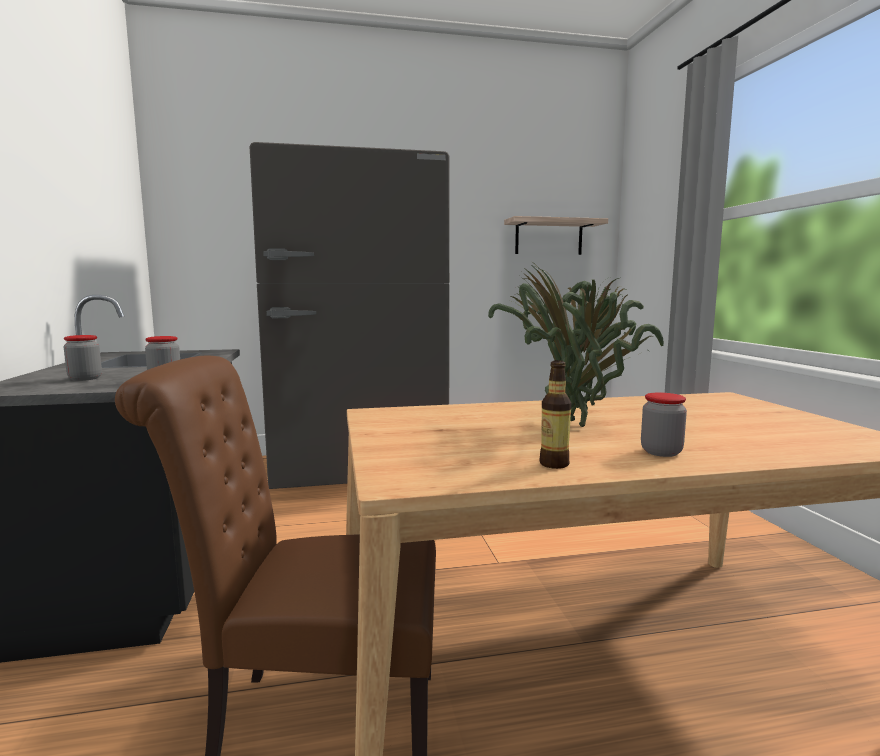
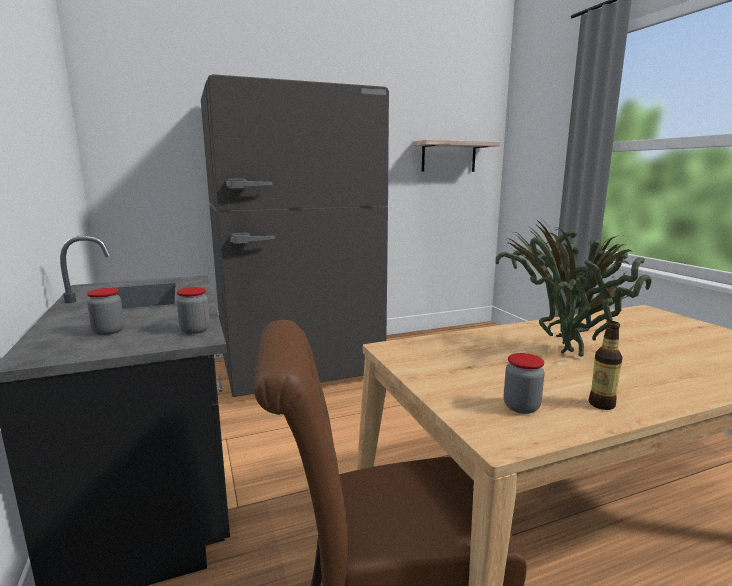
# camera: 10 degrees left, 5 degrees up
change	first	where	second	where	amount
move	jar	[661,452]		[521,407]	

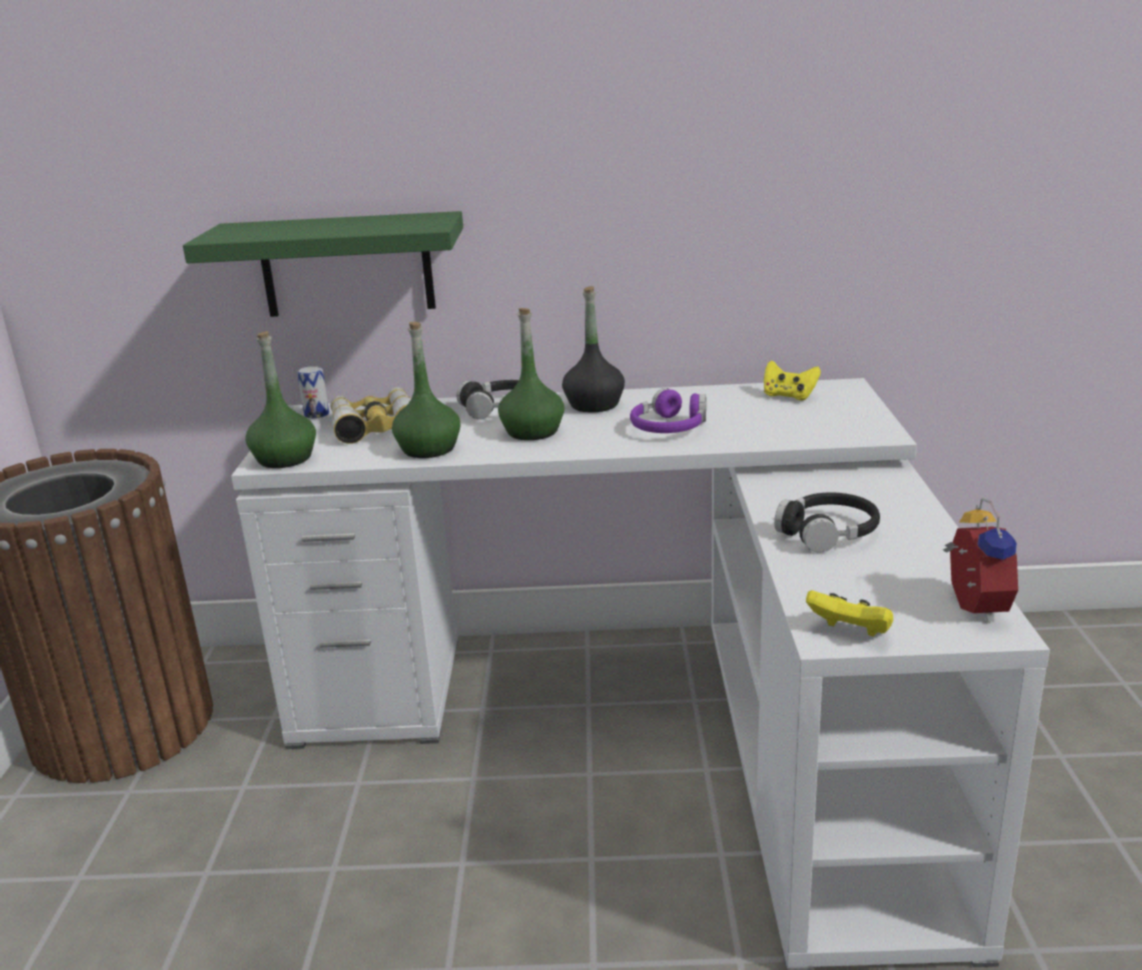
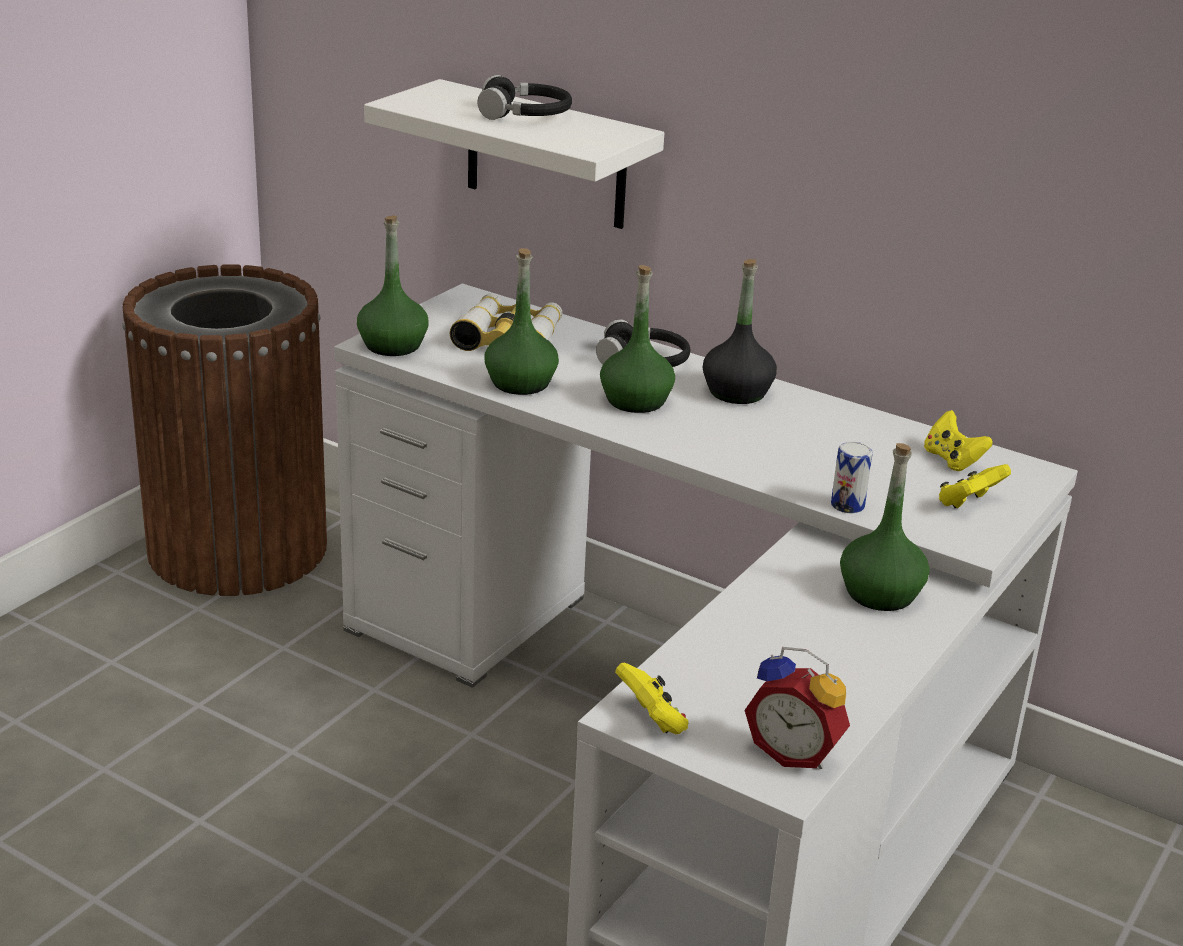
# camera: 30 degrees right, 5 degrees up
change	first	where	second	where	amount
recolor	shelf (green)	[346,265]	shelf (white)	[546,156]	
move	headphones (black)	[828,532]		[525,115]	
rotate	alarm clock	[971,608]		[795,752]	90 degrees clockwise
move	can	[316,414]		[847,505]	
insert			bottle (green)	[880,593]	
insert			game controller (yellow)	[968,503]	
delete	headphones (purple)	[669,427]			

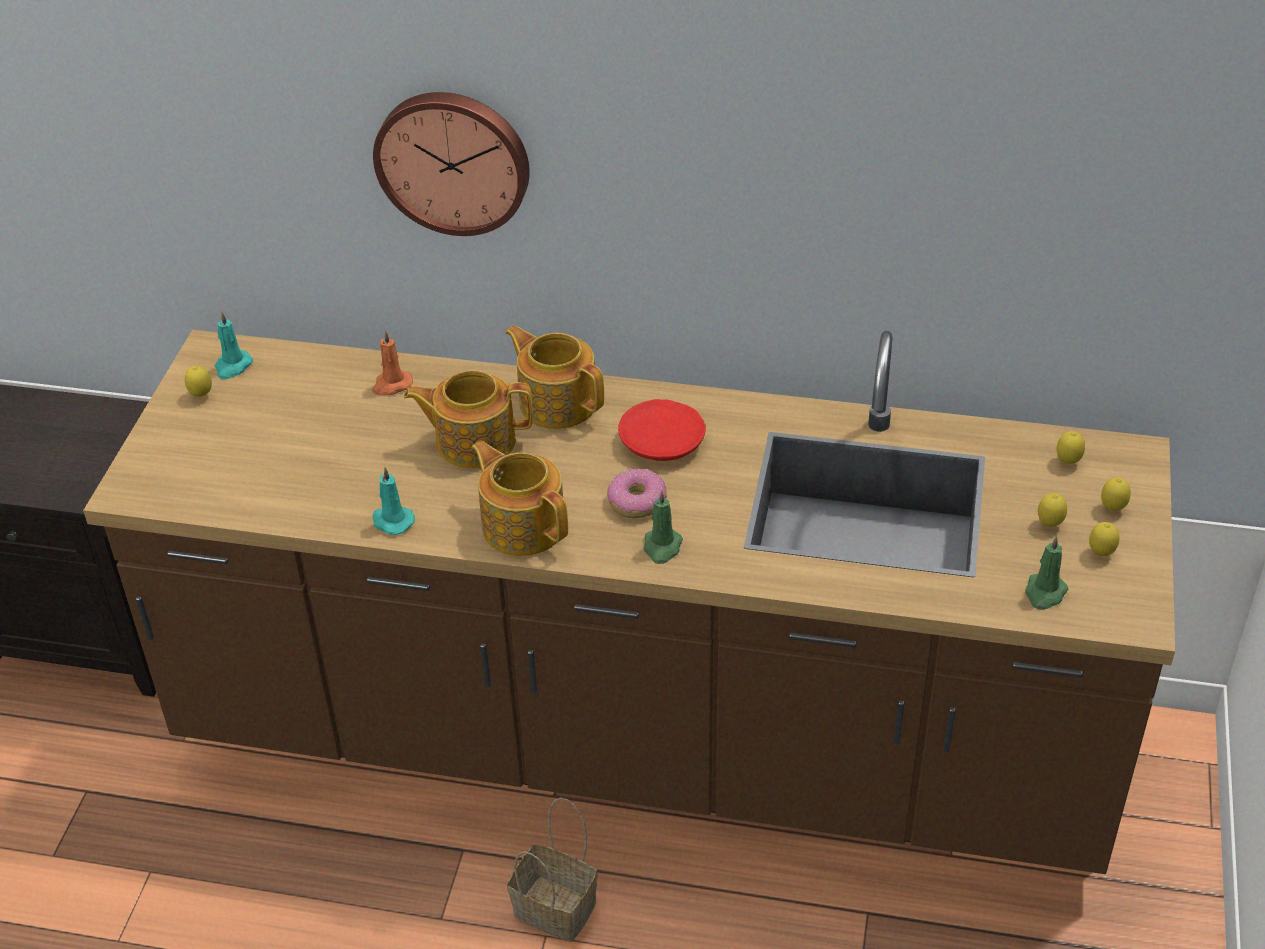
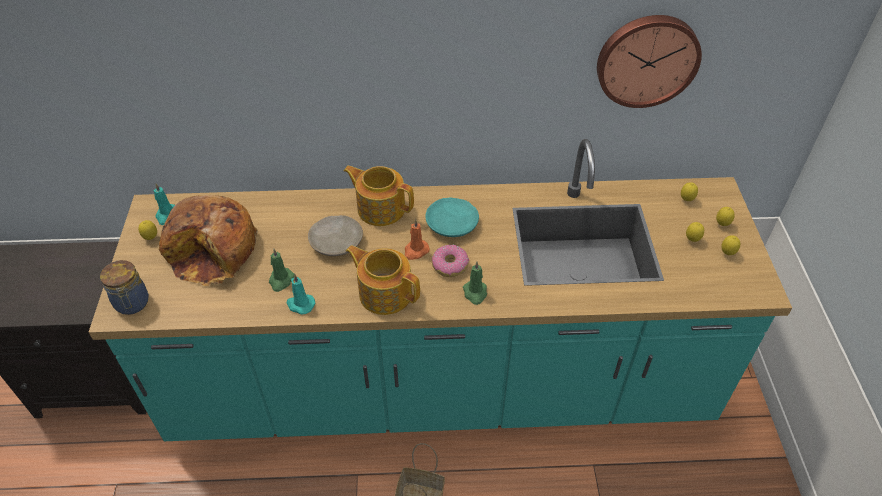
# camera: 15 degrees left, 5 degrees up
change	first	where	second	where	amount
recolor	counter (brown)	[641,743]	counter (turquoise)	[441,388]	
insert			jar	[132,304]	
insert			bread	[213,250]	
move	candle (green)	[1044,593]		[281,280]	
replace	teapot	[474,441]	plate (beige)	[336,241]	
move	candle (orange)	[391,385]		[415,251]	
recolor	plate (red)	[663,441]	plate (turquoise)	[452,224]	
move	wall clock	[453,160]		[647,59]	

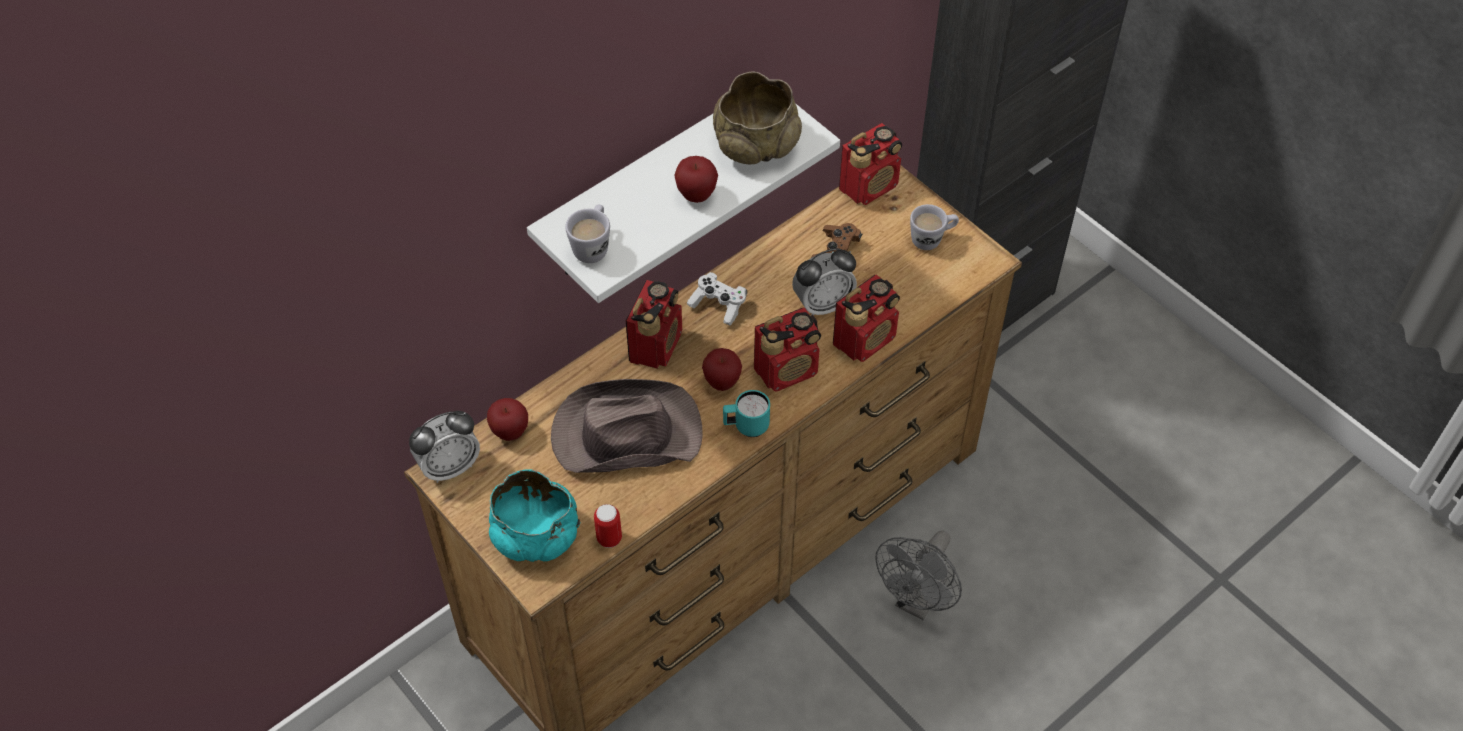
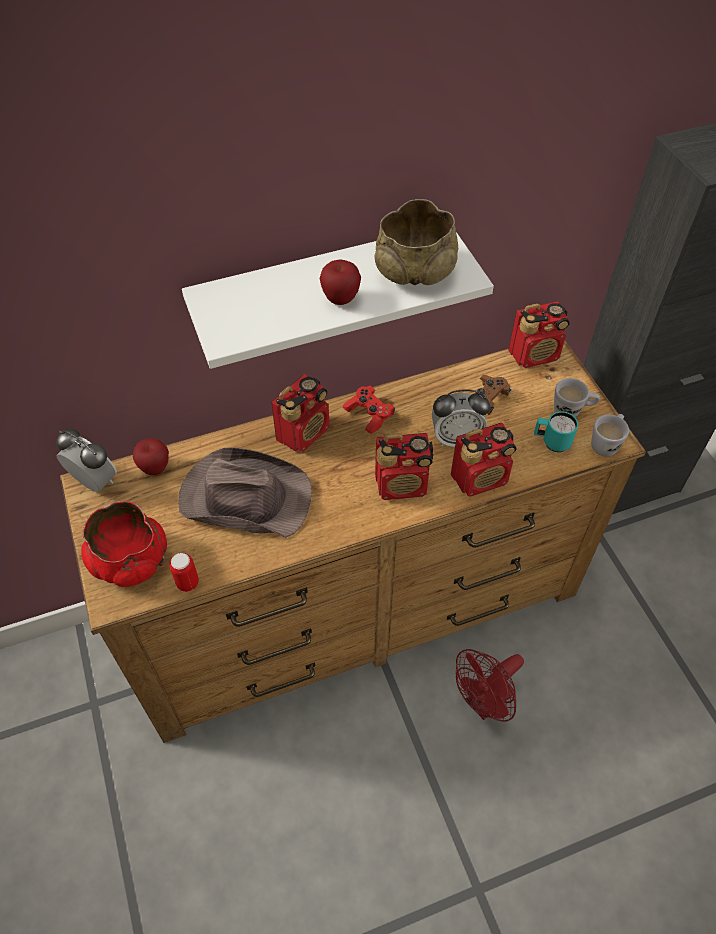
# camera: 20 degrees right, 0 degrees up
change	first	where	second	where	amount
rotate	alarm clock	[449,467]		[94,482]	135 degrees counterclockwise
recolor	bowl (turquoise)	[535,534]	bowl (red)	[130,560]	
recolor	game controller (white)	[718,305]	game controller (red)	[369,415]	
recolor	fan (grey)	[917,601]	fan (red)	[485,703]	
move	mug (turquoise)	[746,427]		[551,442]	
move	mug (white)	[593,246]		[606,443]	
delete	apple	[722,382]			

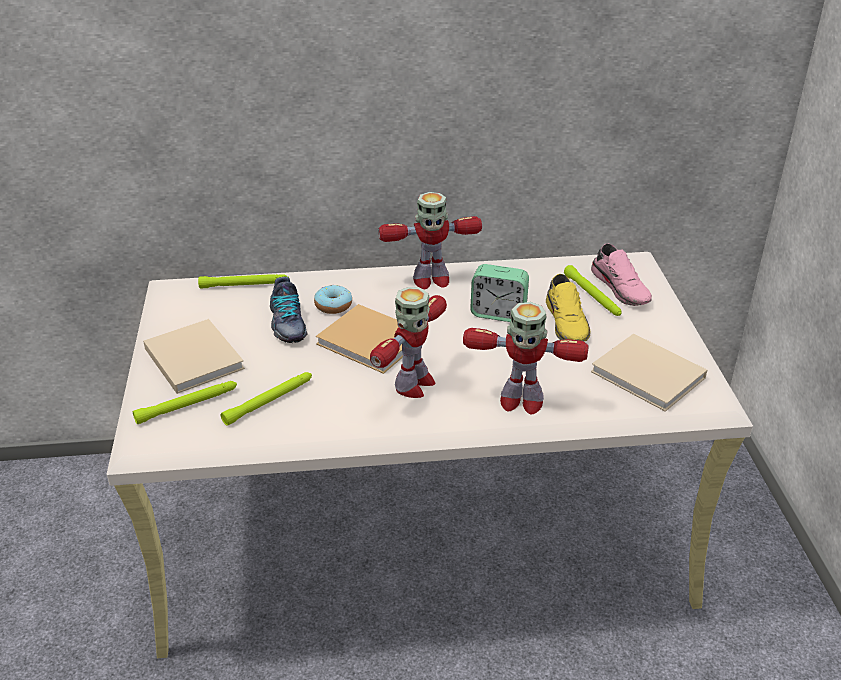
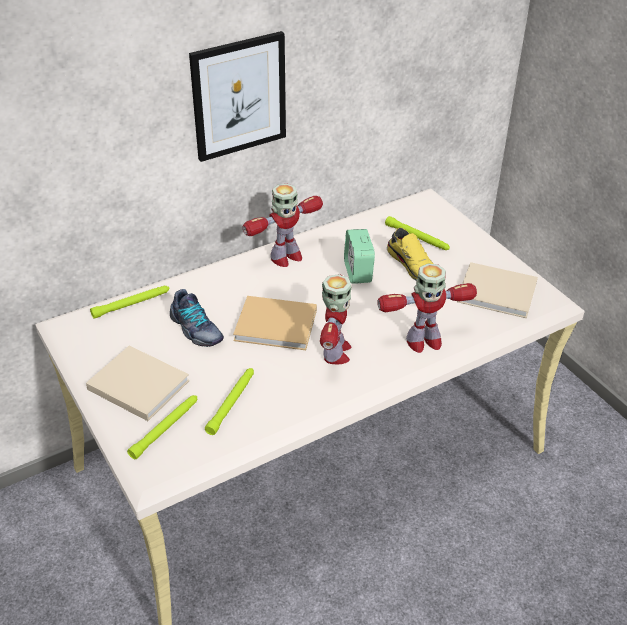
# camera: 25 degrees left, 5 degrees up
change	first	where	second	where	amount
insert			picture	[239,96]	
rotate	alarm clock	[498,313]		[358,272]	90 degrees clockwise
delete	donut	[333,305]			
delete	shoe (pink)	[621,288]			

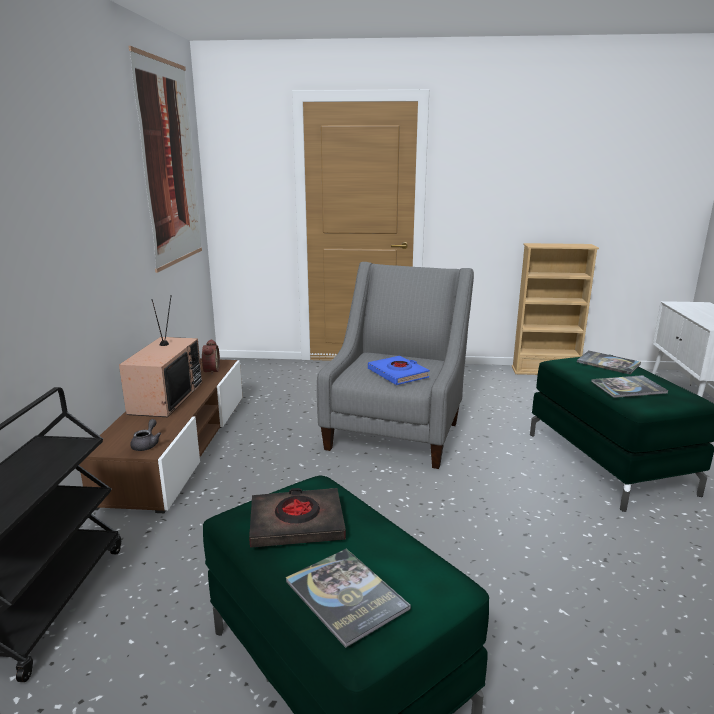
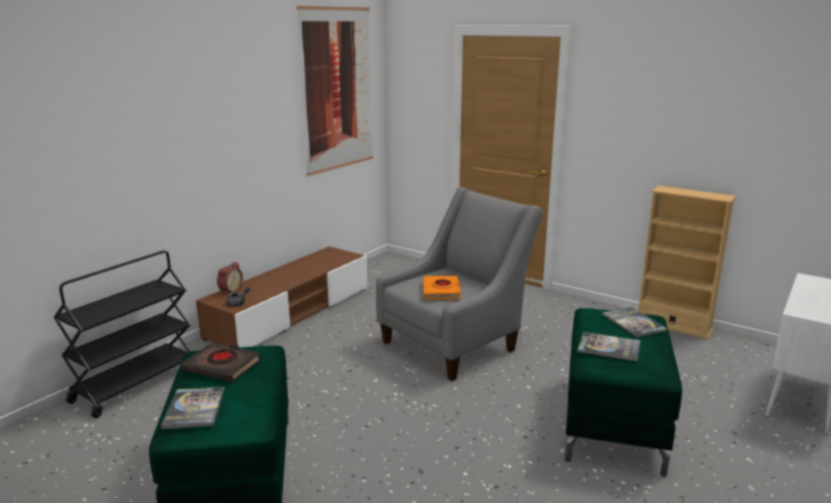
# camera: 30 degrees right, 0 degrees up
change	first	where	second	where	amount
move	alarm clock	[210,371]		[229,290]	
recolor	book (blue)	[398,374]	book (orange)	[441,291]	
delete	television	[165,397]			

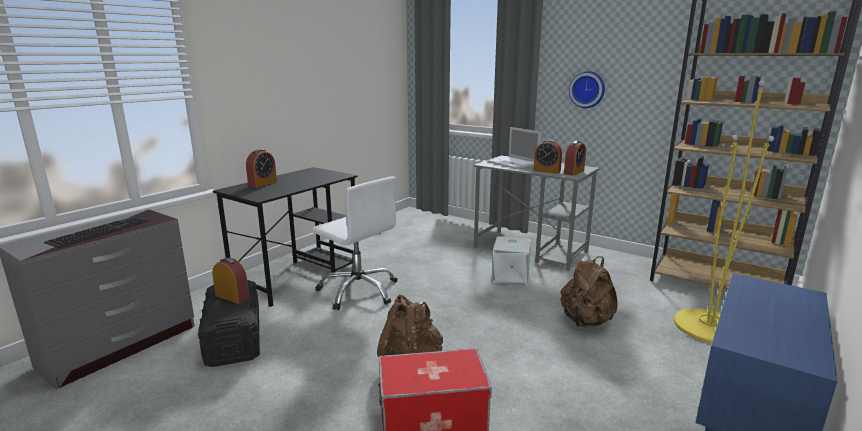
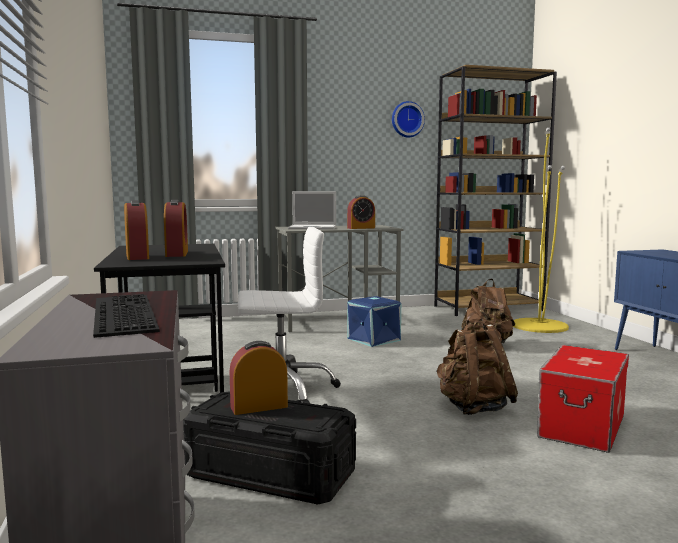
# camera: 50 degrees left, 10 degrees down
change	first	where	second	where	amount
move	alarm clock	[574,172]		[177,254]	
recolor	storage box (white)	[511,277]	storage box (blue)	[374,339]	
move	wall clock	[587,89]		[407,119]	

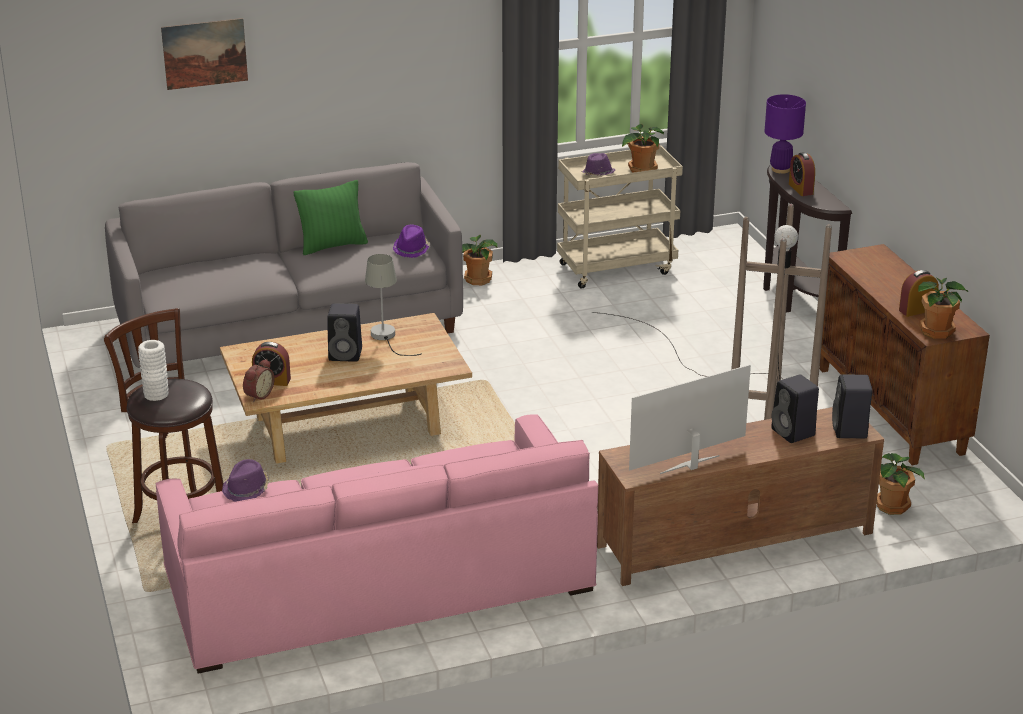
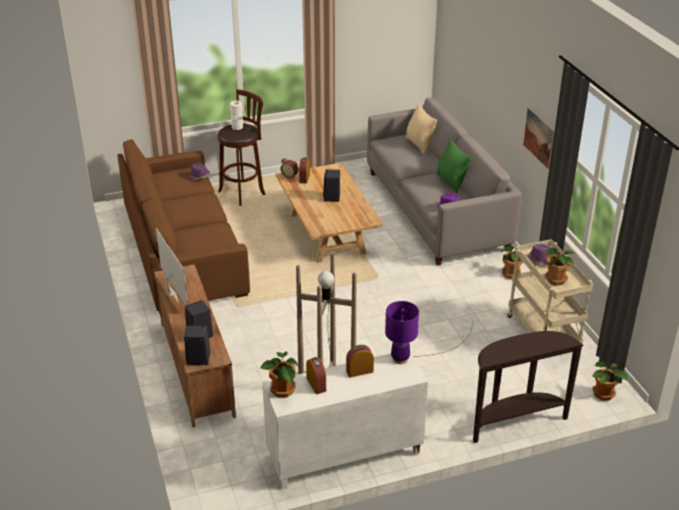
# camera: 90 degrees right, 5 degrees up
change	first	where	second	where	amount
recolor	sofa (pink)	[377,580]	sofa (brown)	[183,247]	
recolor	cabinet (brown)	[891,411]	cabinet (white)	[344,456]	
move	alarm clock	[801,189]		[359,371]	
move	table lamp (purple)	[780,169]		[400,359]	
insert			pillow (beige)	[419,144]	
move	picture	[204,53]		[538,138]	
move	potted plant	[893,505]		[604,394]	
delete	table lamp (grey)	[386,337]			

